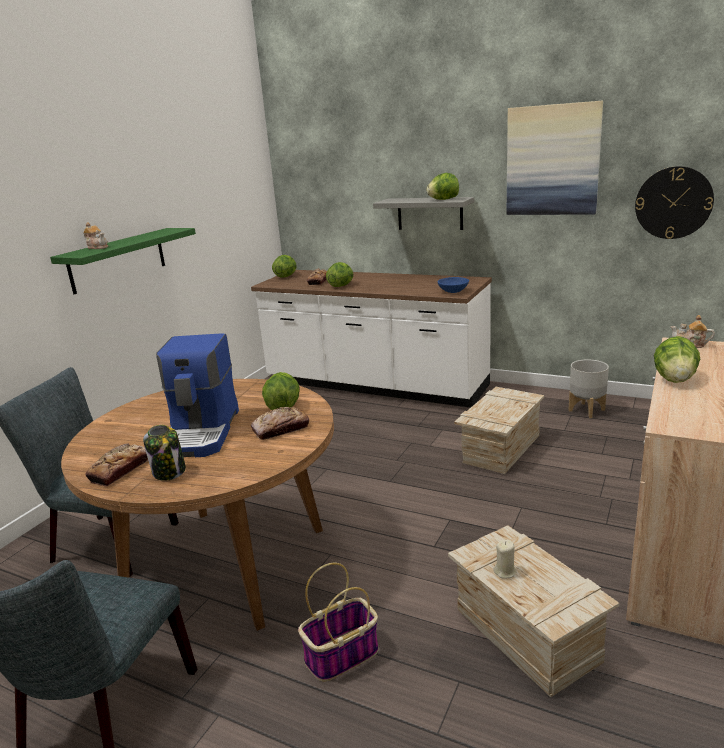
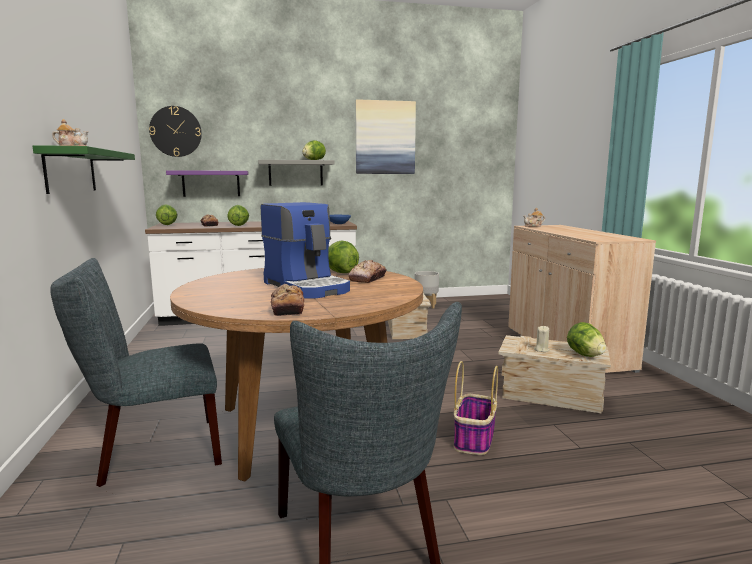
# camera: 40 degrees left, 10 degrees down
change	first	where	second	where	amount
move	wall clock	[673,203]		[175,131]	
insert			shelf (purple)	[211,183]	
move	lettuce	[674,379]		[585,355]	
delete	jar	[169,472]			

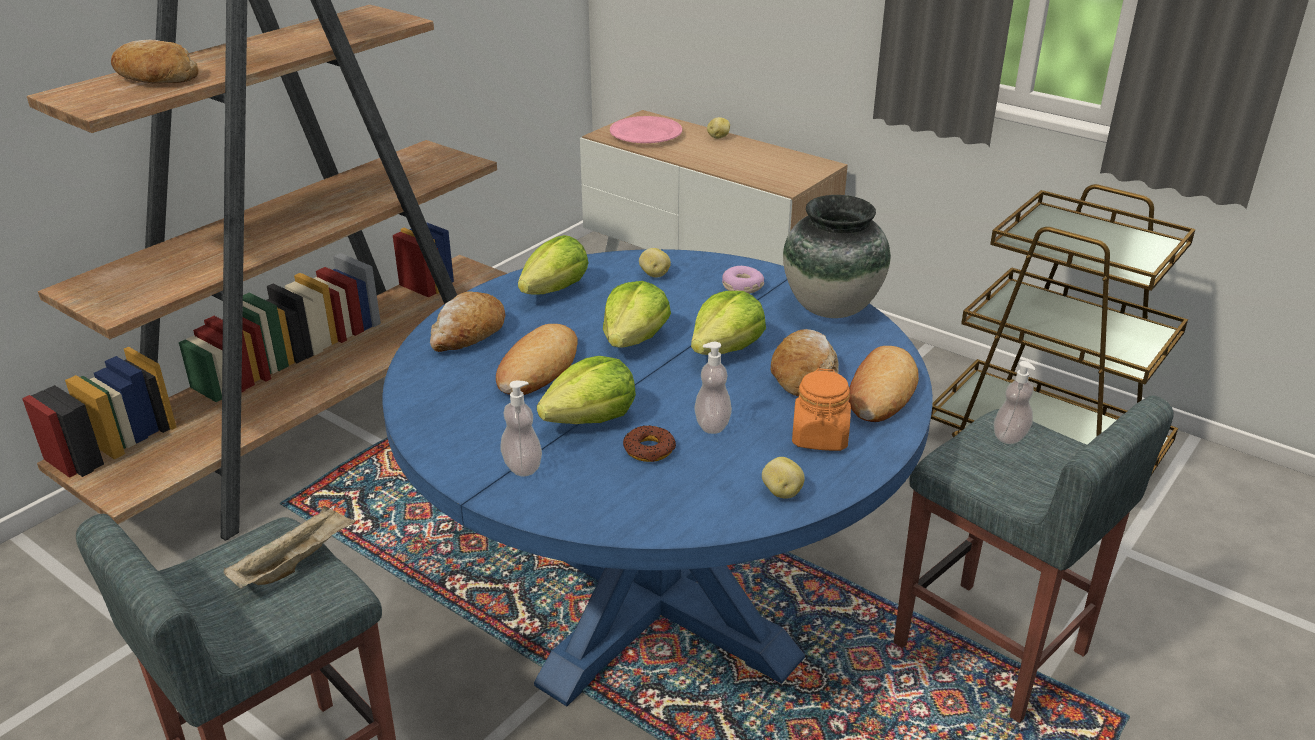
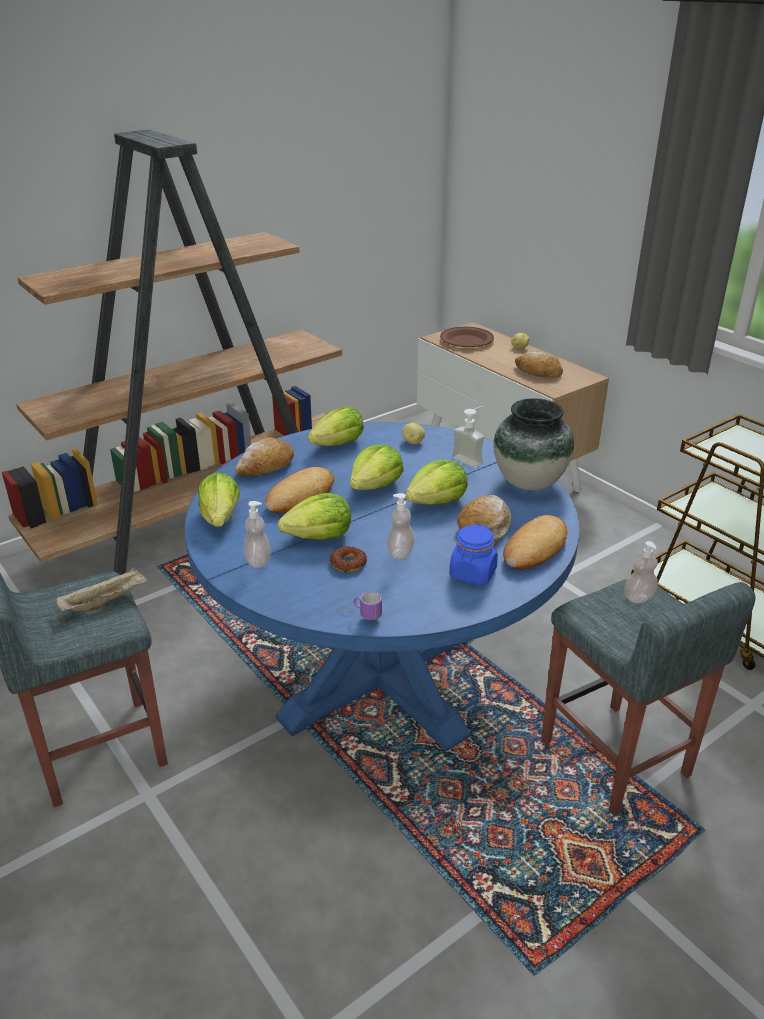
# camera: 15 degrees right, 0 degrees up
change	first	where	second	where	amount
insert			lettuce	[221,518]	
insert			mug	[359,615]	
recolor	plate (pink)	[646,135]	plate (brown)	[466,340]	
recolor	jar (orange)	[820,437]	jar (blue)	[472,574]	
replace	donut	[742,287]	soap dispenser	[471,459]	
move	bread	[155,78]		[538,372]	
delete	potato	[781,492]			

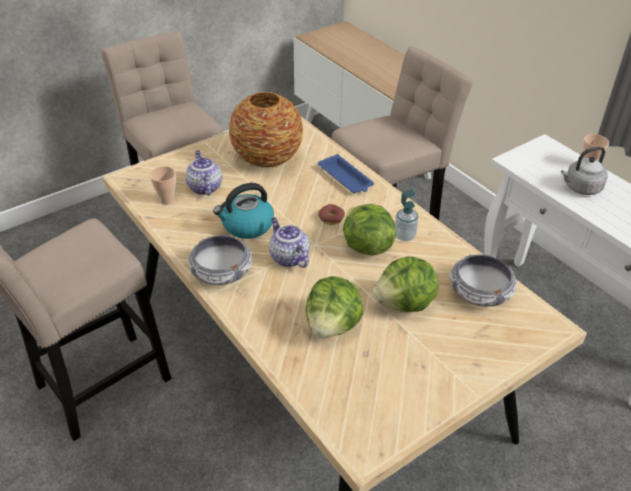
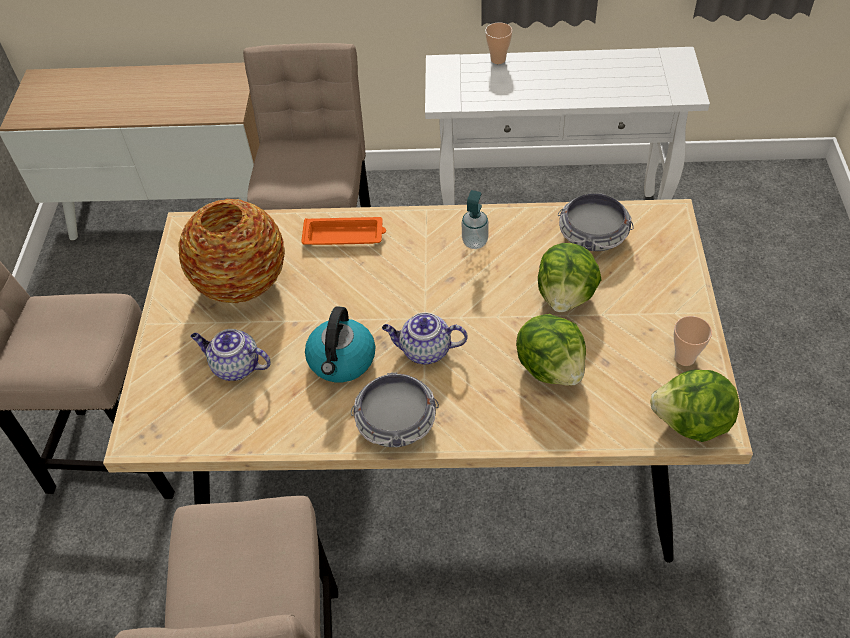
# camera: 50 degrees left, 10 degrees up
change	first	where	second	where	amount
recolor	tray (blue)	[346,178]	tray (orange)	[345,235]	
move	lettuce	[366,246]		[691,423]	
move	cup	[167,200]		[684,357]	
delete	donut	[331,218]			
delete	kettle (grey)	[580,188]			

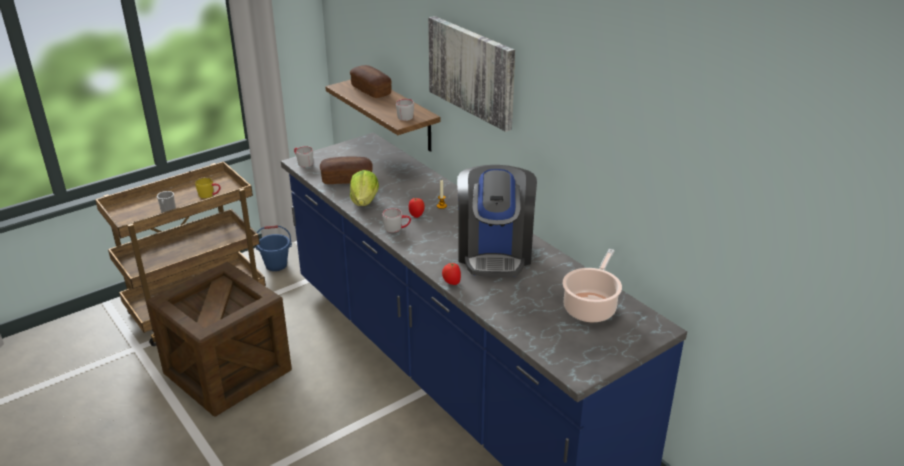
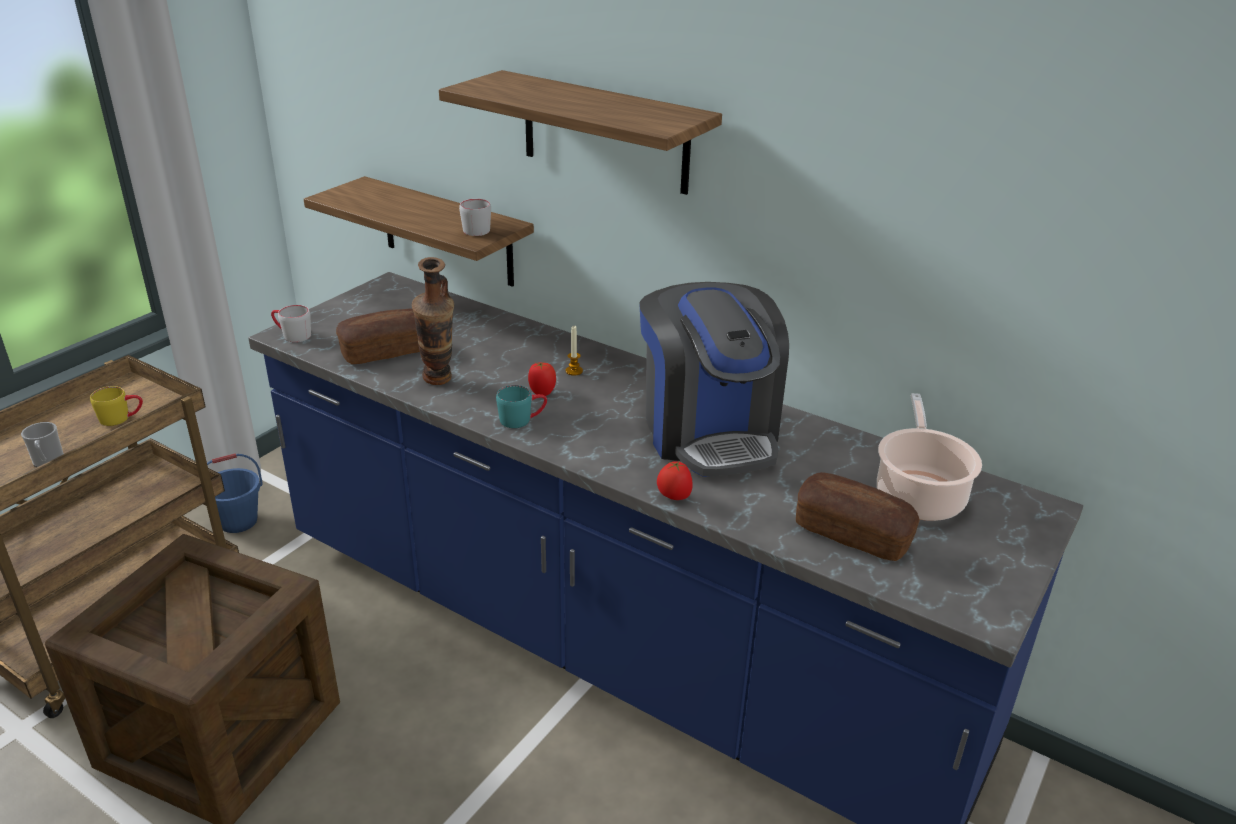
# camera: 20 degrees left, 0 degrees up
change	first	where	second	where	amount
replace	lettuce	[364,201]	vase	[439,383]	
replace	picture	[472,71]	shelf	[605,132]	
recolor	mug (grey)	[397,228]	mug (turquoise)	[522,419]	
move	bread	[371,90]		[852,534]	

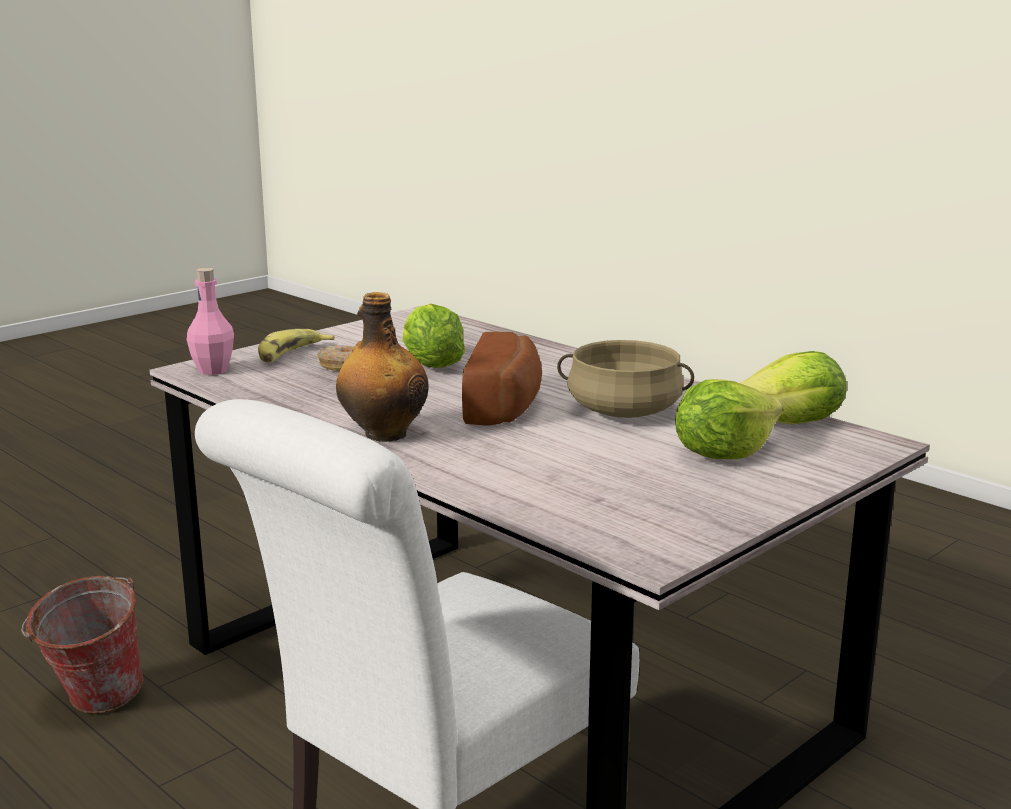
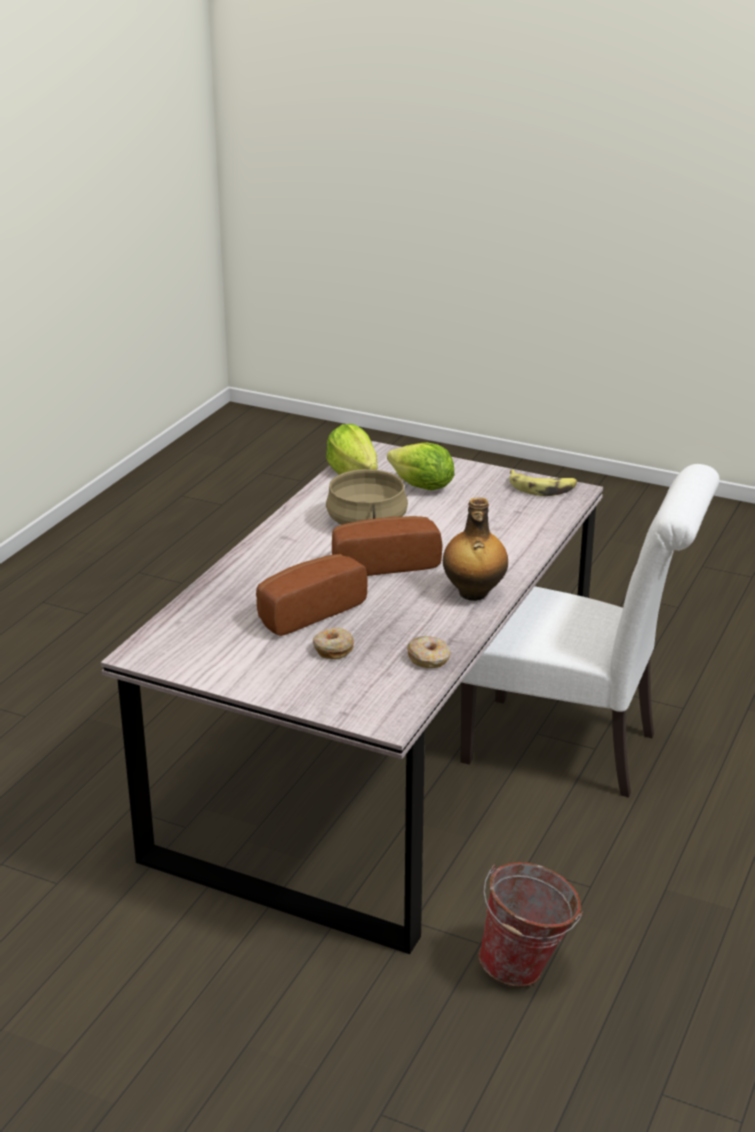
# camera: 110 degrees left, 10 degrees up
change	first	where	second	where	amount
replace	lettuce	[431,365]	bread	[306,611]	
insert			donut	[429,659]	
move	banana	[291,355]		[542,488]	
delete	bottle (pink)	[213,370]			

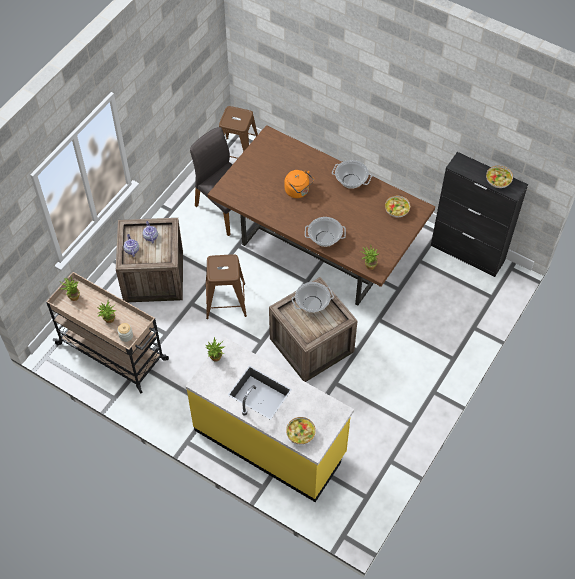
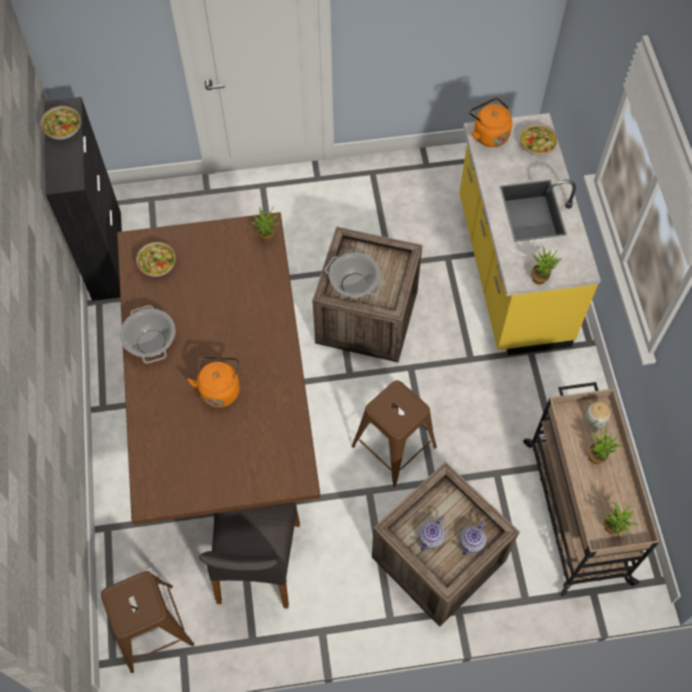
# camera: 130 degrees left, 5 degrees up
change	first	where	second	where	amount
insert			kettle (orange)	[489,134]	
delete	cooking pot	[324,239]			

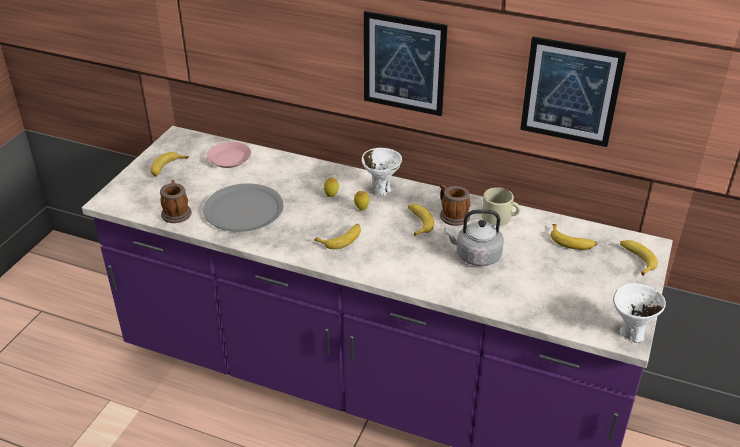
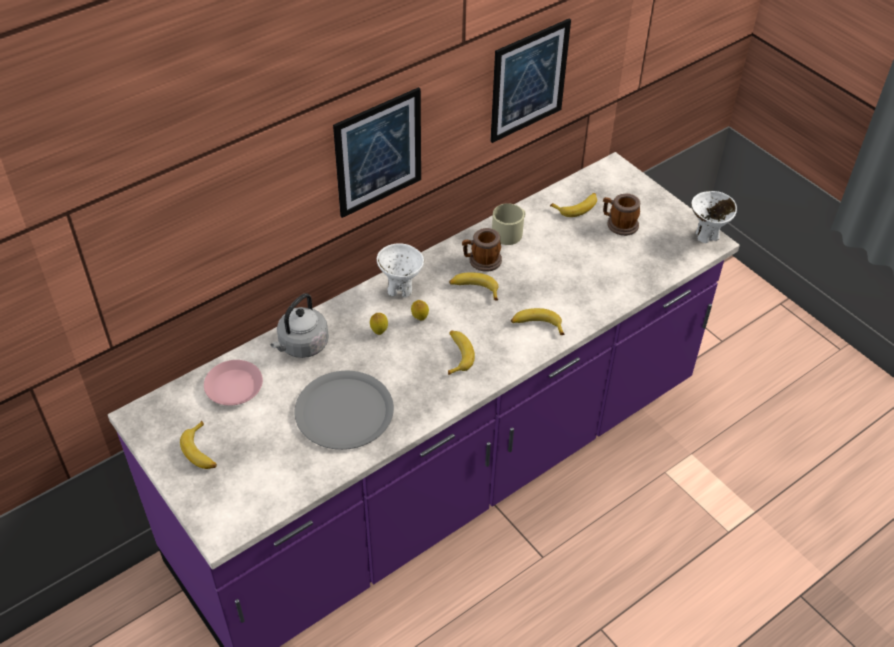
# camera: 60 degrees left, 10 degrees up
change	first	where	second	where	amount
move	kettle (grey)	[475,256]		[302,346]	
move	banana	[636,260]		[536,325]	
move	mug	[176,212]		[619,224]	

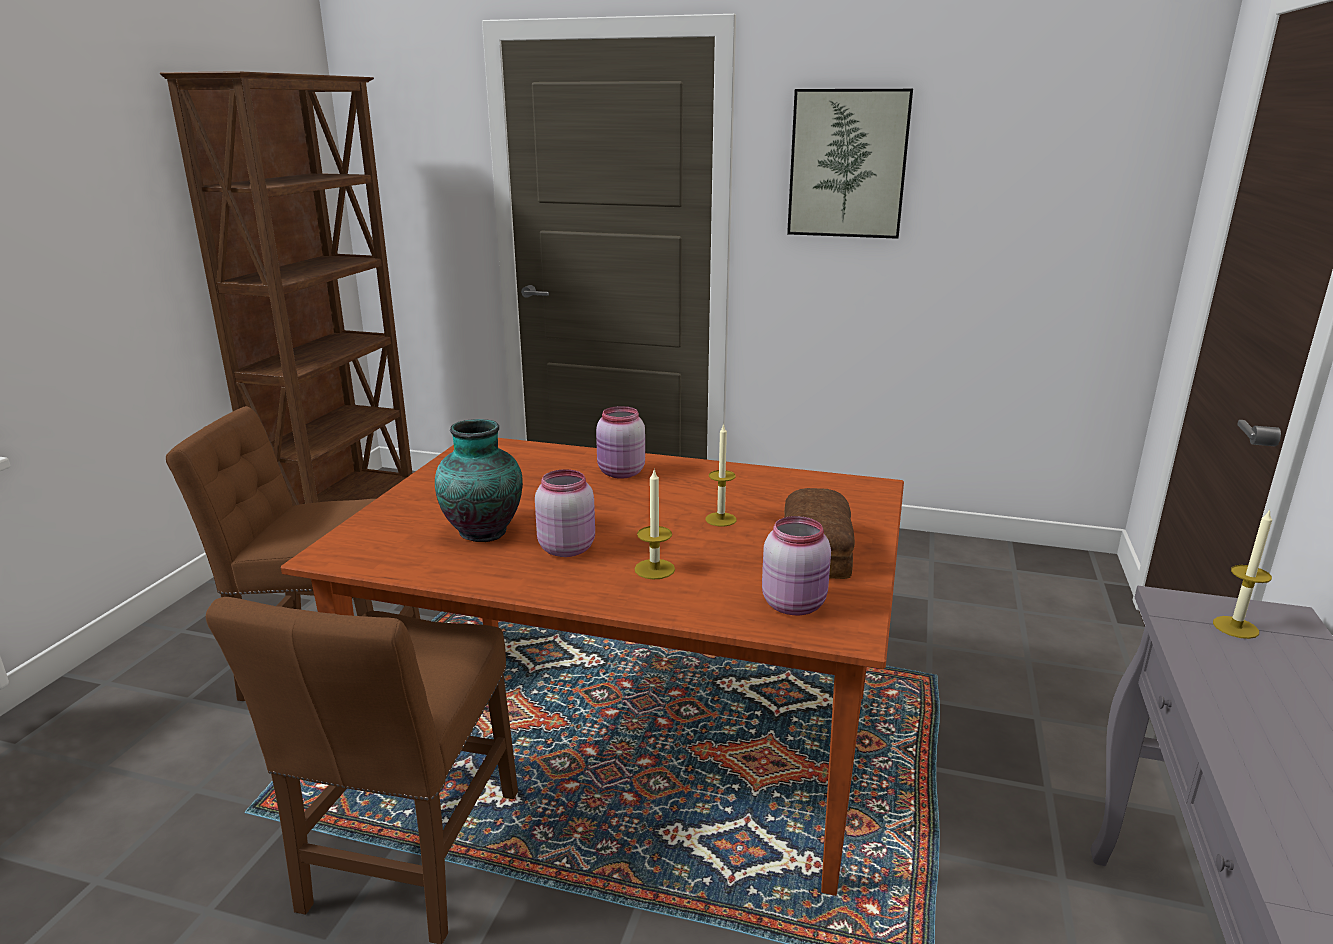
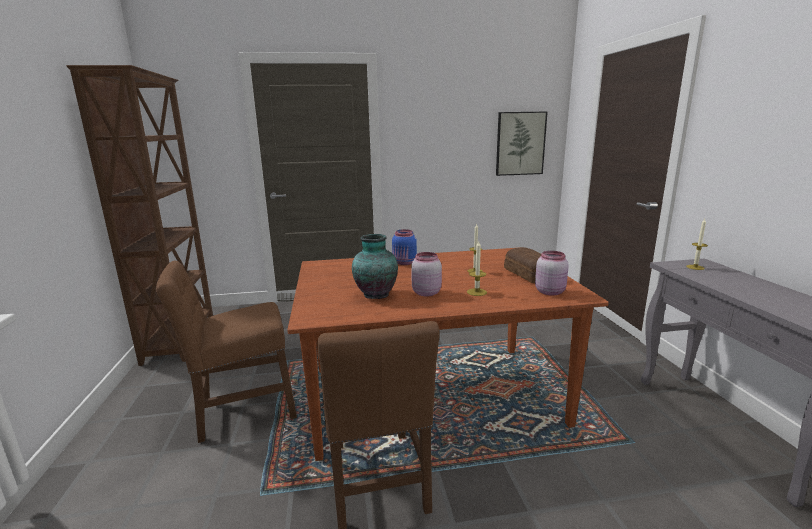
# camera: 25 degrees left, 5 degrees down
change	first	where	second	where	amount
recolor	jar (pink)	[621,473]	jar (blue)	[404,263]	
move	picture	[848,164]		[520,143]	

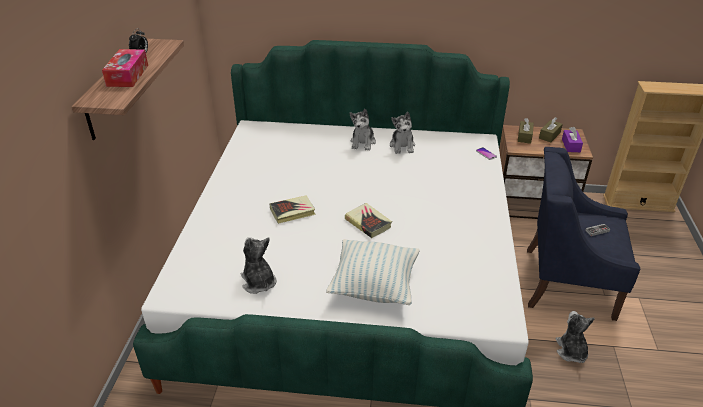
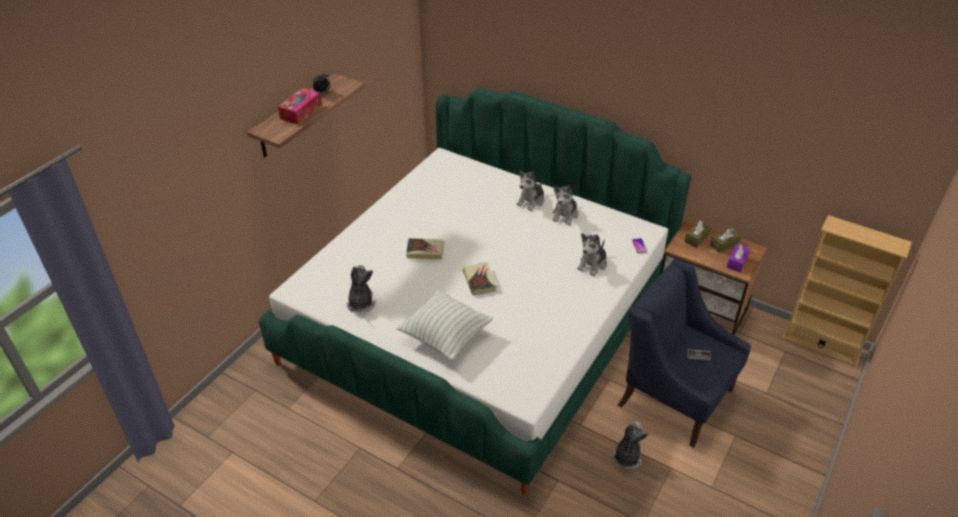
# camera: 25 degrees right, 5 degrees up
change	first	where	second	where	amount
insert			plush toy	[592,264]	

